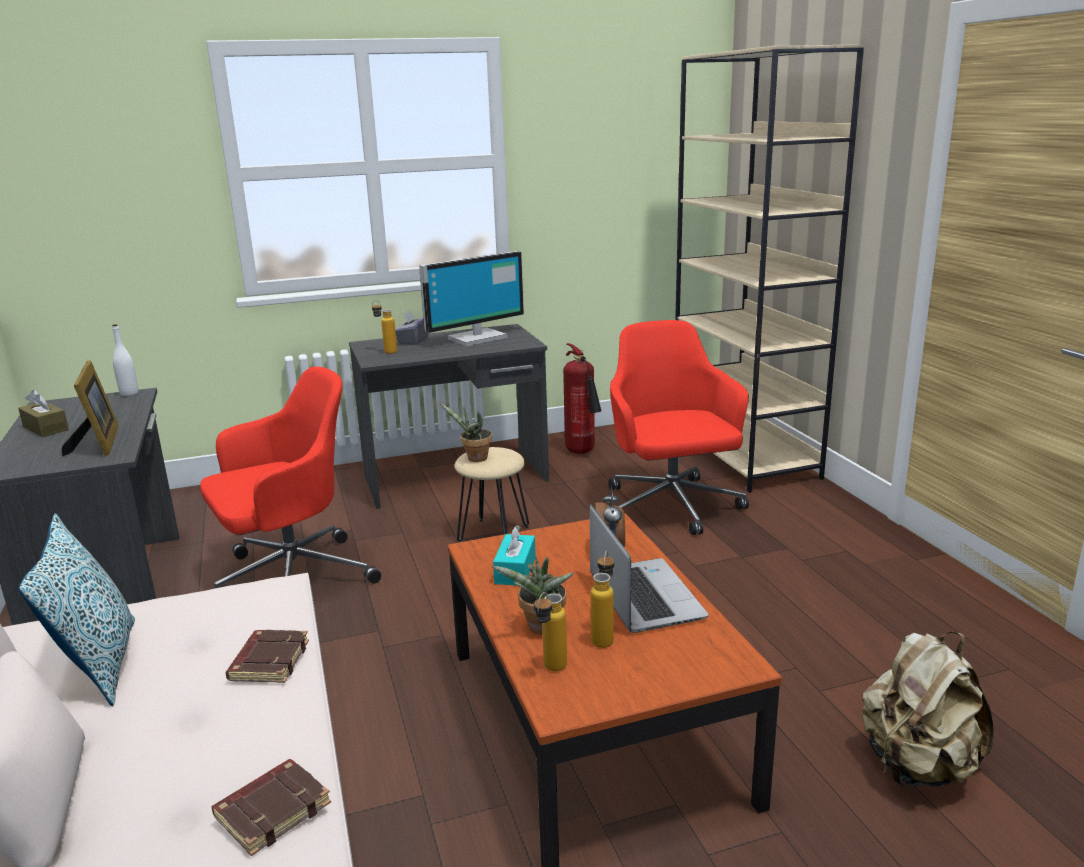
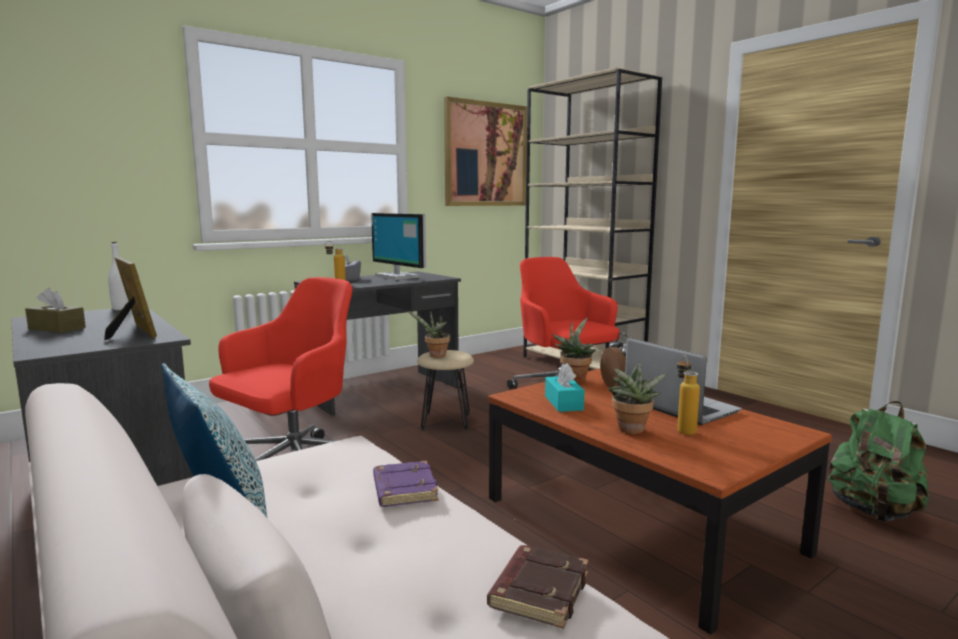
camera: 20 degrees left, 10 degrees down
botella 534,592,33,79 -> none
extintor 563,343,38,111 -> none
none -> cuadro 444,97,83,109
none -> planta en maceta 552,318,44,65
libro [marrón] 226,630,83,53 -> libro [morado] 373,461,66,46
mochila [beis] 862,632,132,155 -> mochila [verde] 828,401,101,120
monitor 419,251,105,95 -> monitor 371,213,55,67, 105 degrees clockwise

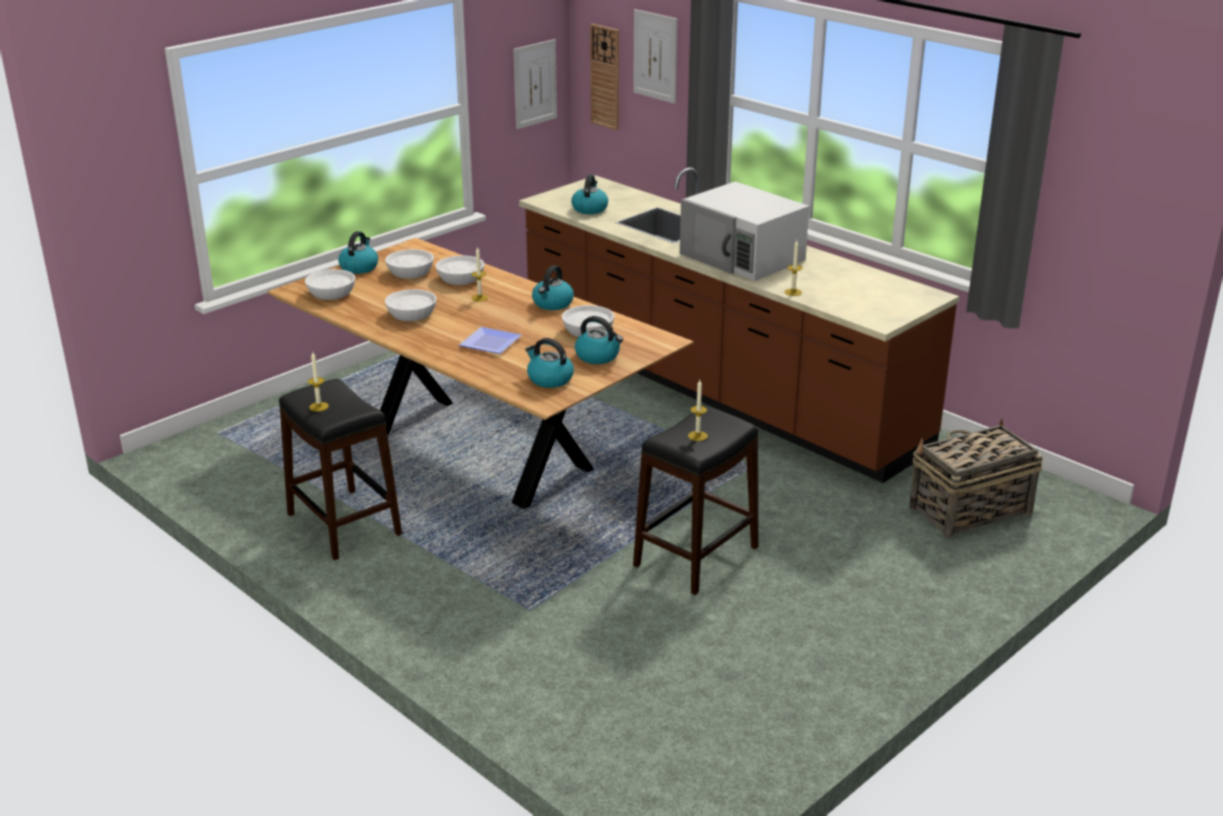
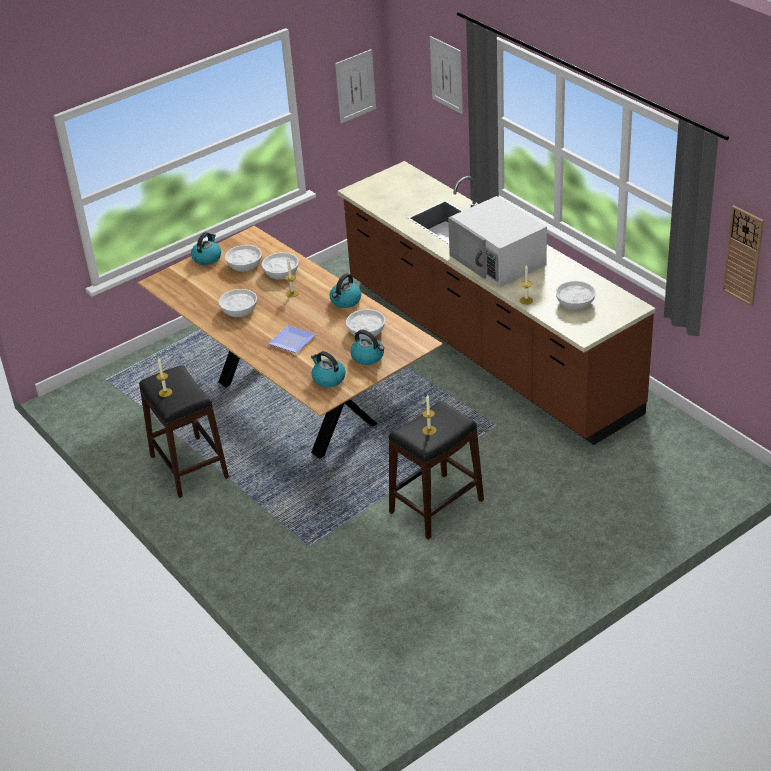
camera: 10 degrees right, 10 degrees up
hervidor 571,174,37,40 -> none
cesta 909,419,134,119 -> none
cuenco [blanco] 305,269,50,31 -> cuenco [blanco] 556,281,40,29, shifted
reloj de pared 590,24,29,106 -> reloj de pared 723,205,41,102, shifted

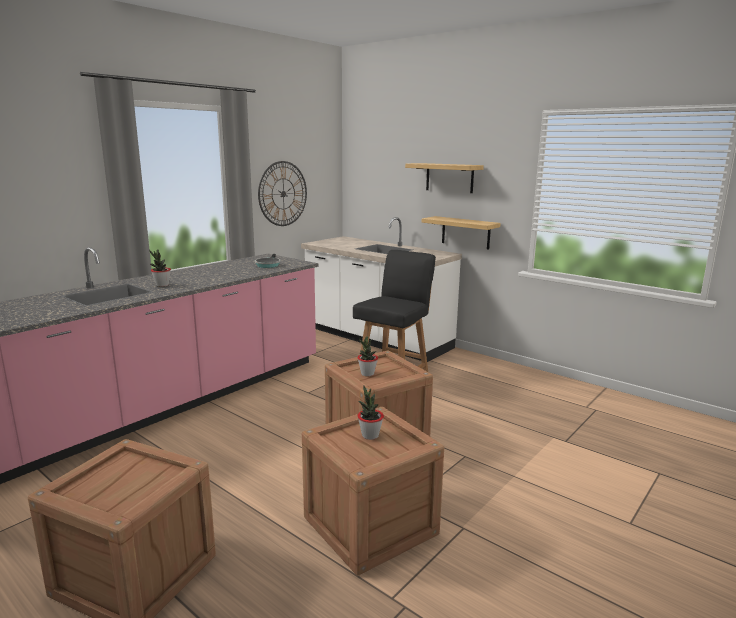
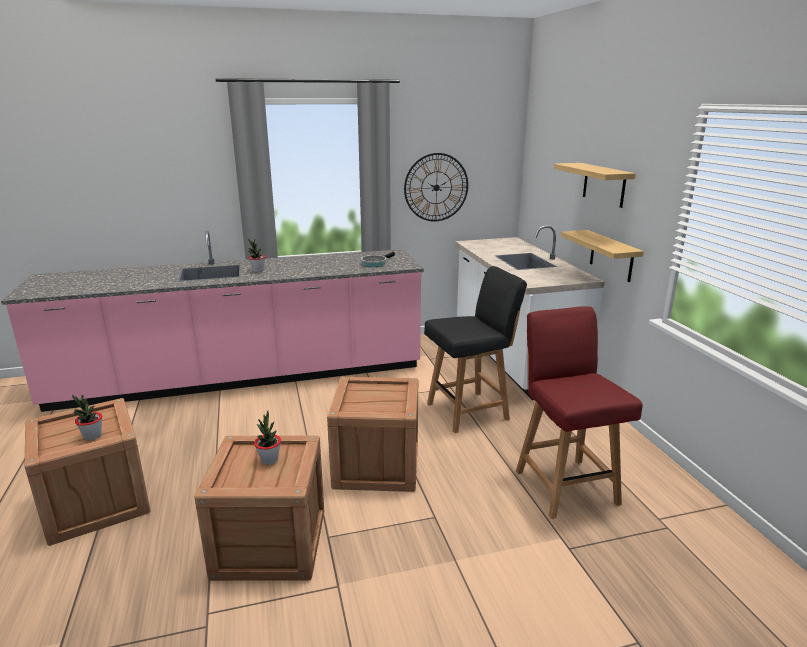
camera: 35 degrees right, 5 degrees up
none -> silla [rojo] 516,306,127,213
planta en maceta 358,336,20,40 -> planta en maceta 72,394,30,46, shifted

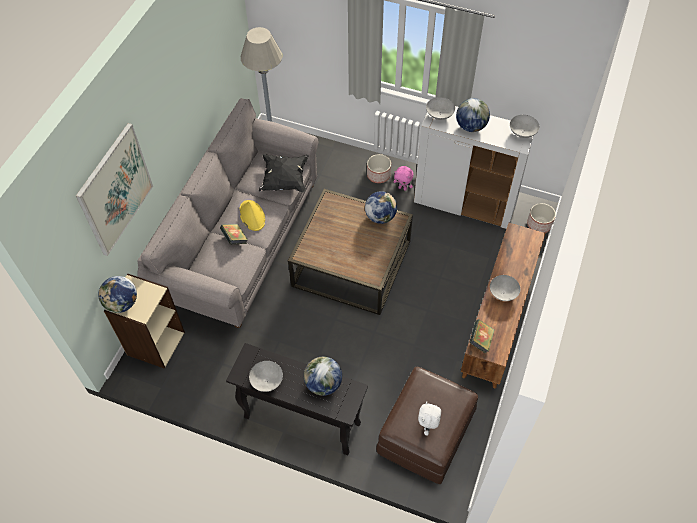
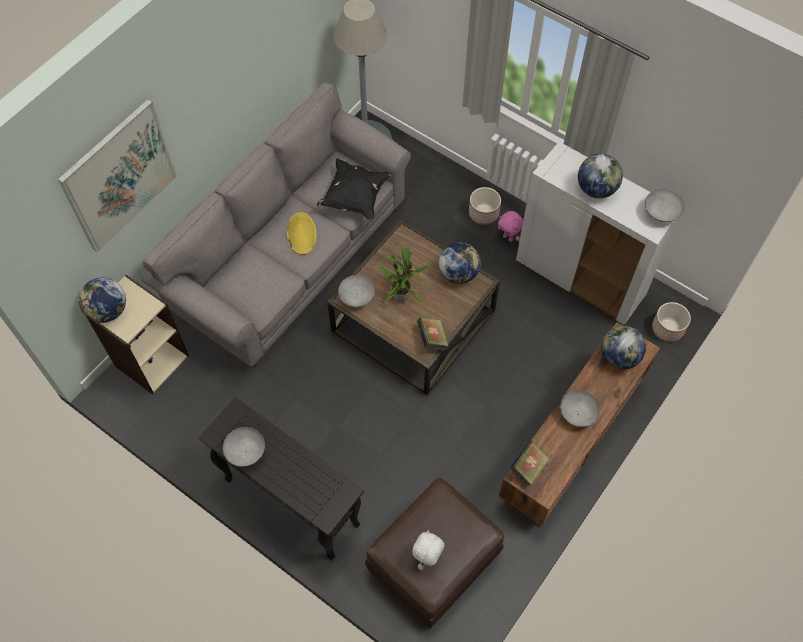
camera: 15 degrees right, 5 degrees up
none -> planta en maceta 379,246,50,57
libro 220,224,28,20 -> libro 417,317,32,33, shifted
globo terráqueo 304,357,38,39 -> globo terráqueo 601,326,45,43, shifted
cuenco [gris] 426,97,29,23 -> cuenco [gris] 338,275,37,32, shifted

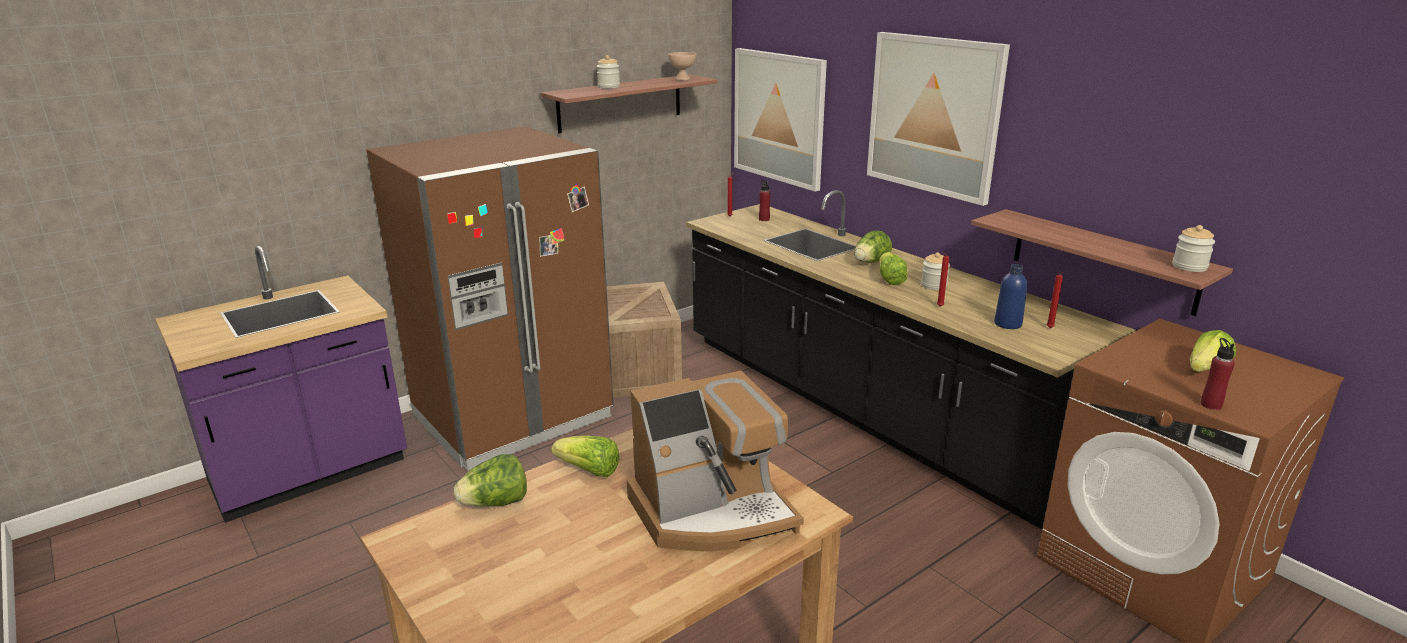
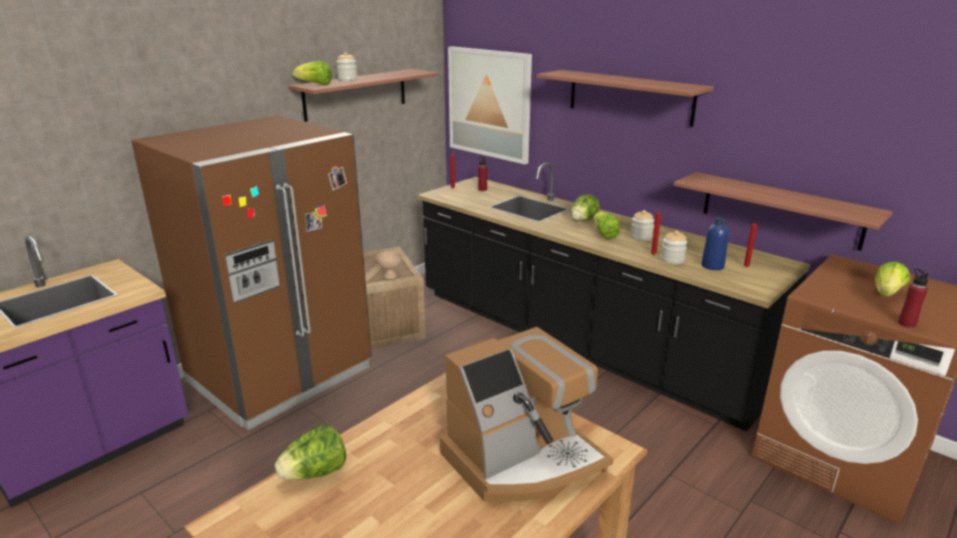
camera: 10 degrees left, 0 degrees up
lechuga 551,436,69,41 -> lechuga 293,61,39,24, shifted
cuenco [beis] 668,52,29,29 -> cuenco [beis] 376,251,26,28, shifted
tarro 1173,225,42,47 -> tarro 661,231,26,33, shifted
cuadro 867,32,143,174 -> estante 537,70,177,57

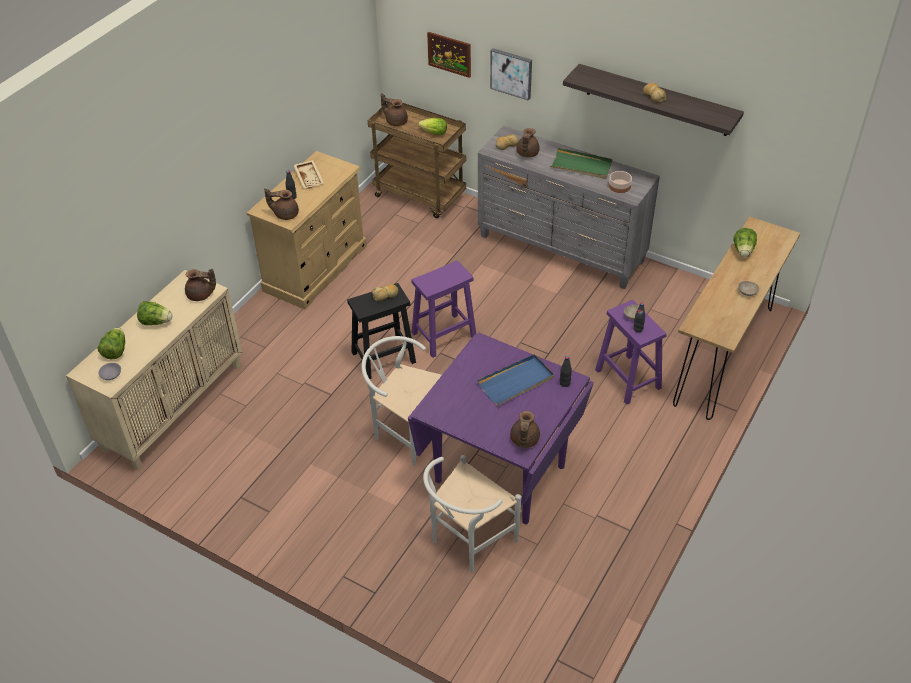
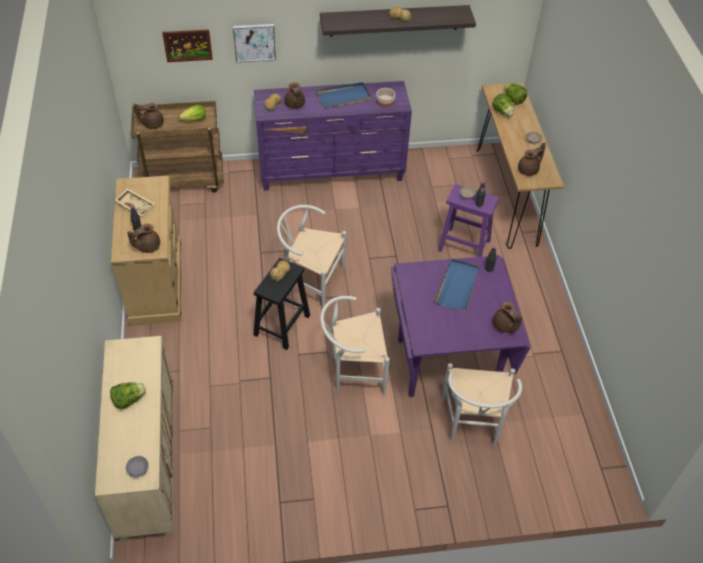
camera: 40 degrees left, 5 degrees up
lechuga 98,328,27,32 -> lechuga 505,83,22,21, shifted
tetera [marrón] 185,269,31,32 -> tetera [marrón] 518,142,28,34, shifted
taburete [morado] 411,260,65,98 -> silla [blanco] 277,205,69,104
cómoda [gris] 478,126,182,163 -> cómoda [morado] 254,81,158,110
bandeja [verde] 550,148,63,31 -> bandeja [azul] 316,82,55,26

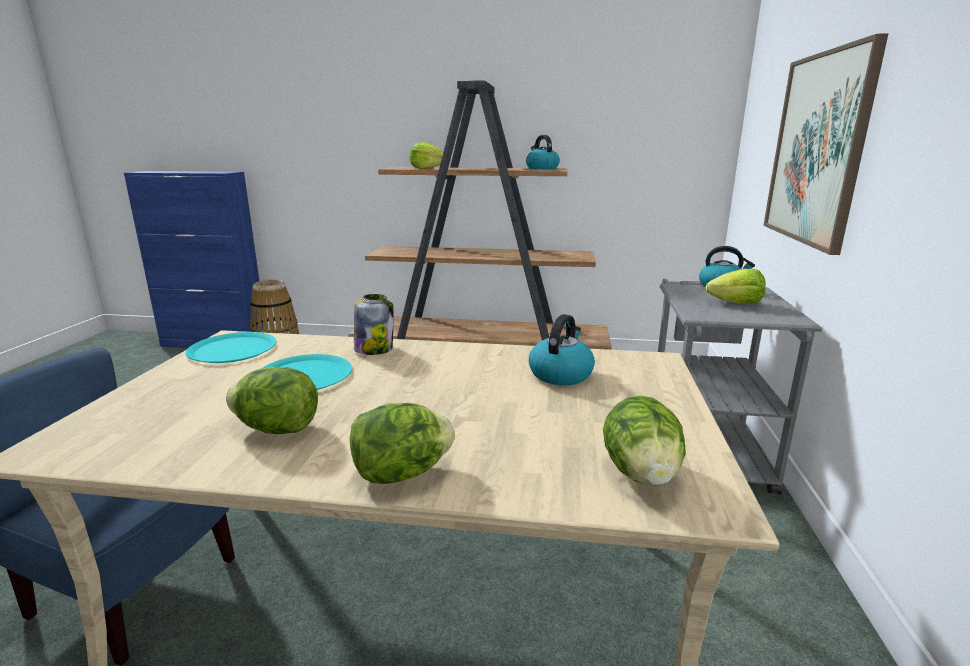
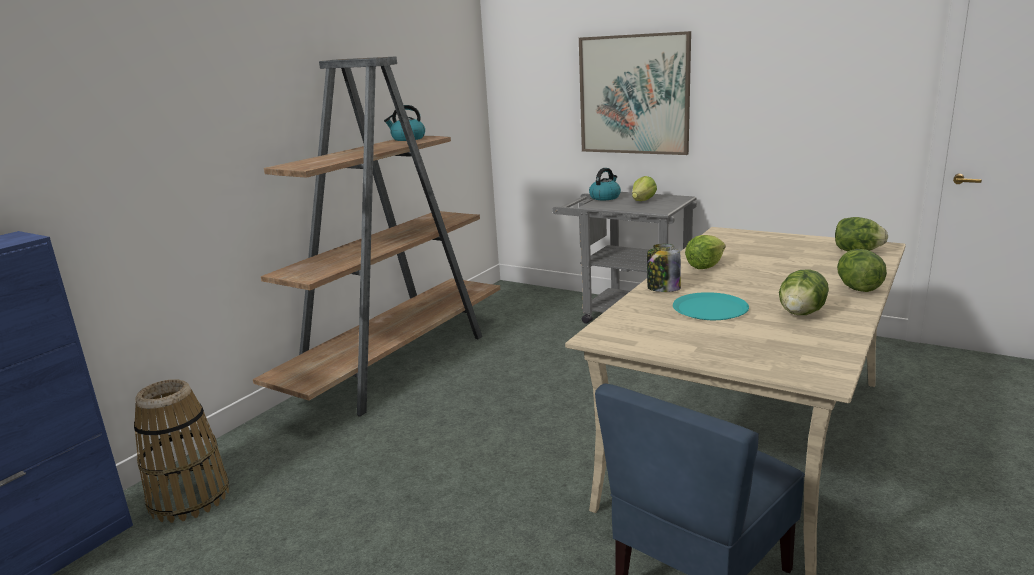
camera: 65 degrees left, 0 degrees up
plato [turquesa] 186,332,91,31 -> none
hervidor 529,314,66,71 -> none
lechuga 410,142,33,27 -> lechuga 685,235,40,34, shifted

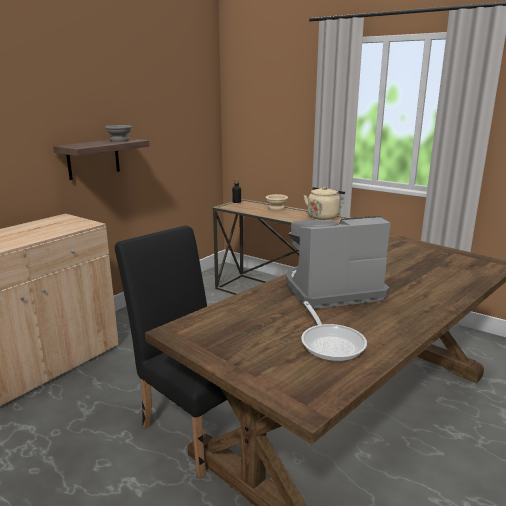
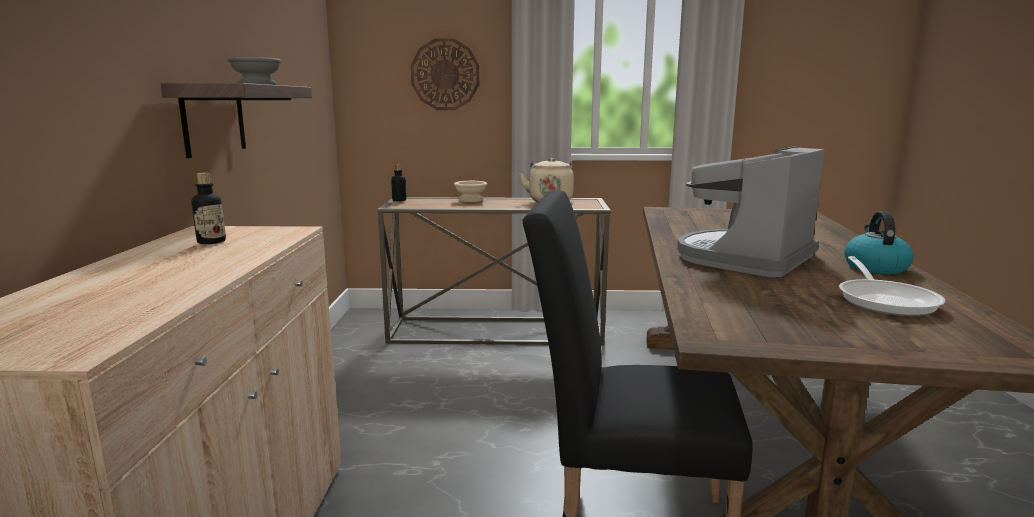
camera: 35 degrees left, 5 degrees down
none -> botella 191,173,35,71
none -> reloj de pared 411,38,69,72
none -> hervidor 844,211,70,63
sartén 301,301,66,60 -> sartén 839,256,106,60, 60 degrees clockwise

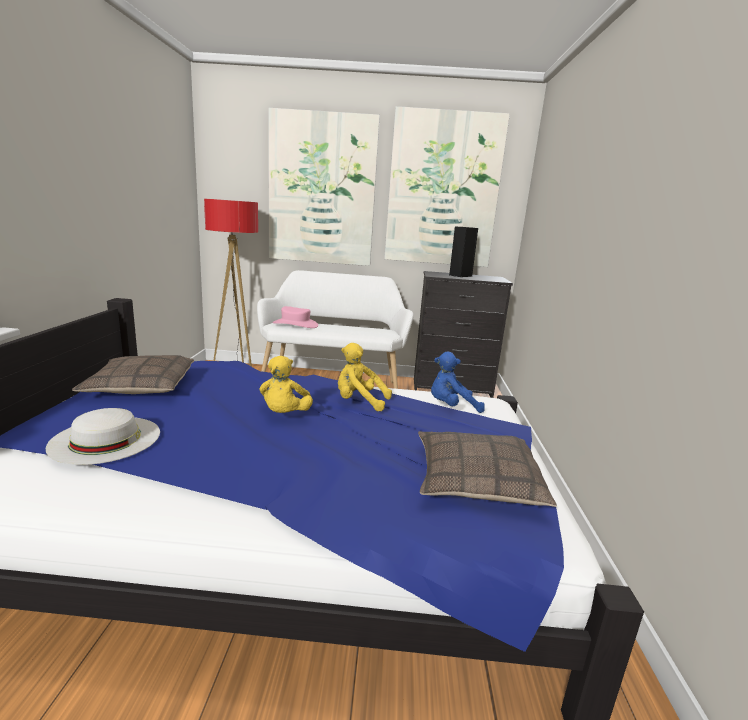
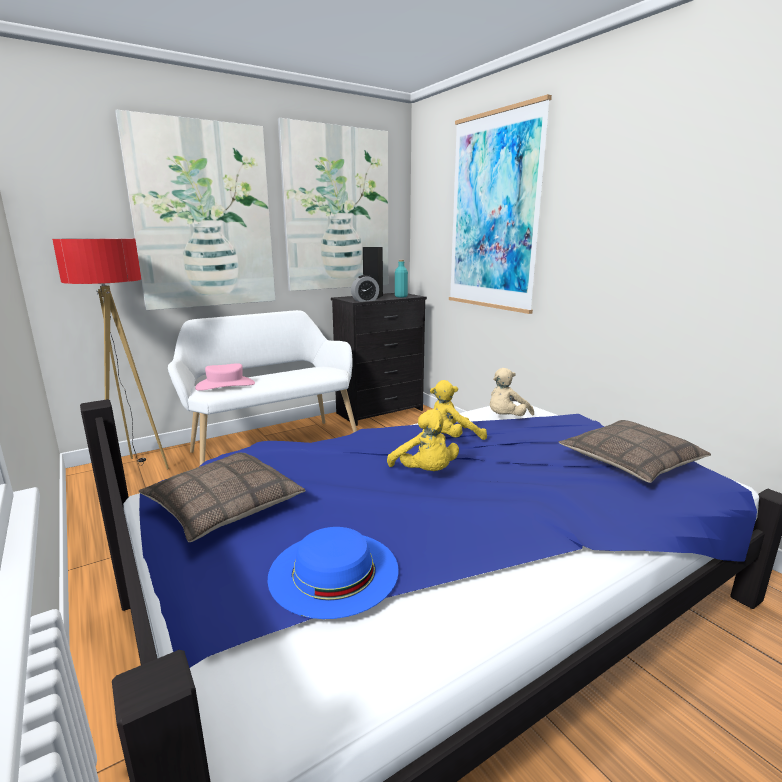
camera: 35 degrees left, 0 degrees up
none -> despertador 351,275,28,27
none -> botella [turquesa] 395,260,13,37
none -> cuadro 449,94,103,220
sombrero [blanco] 45,408,115,57 -> sombrero [azul] 268,527,131,92
peluche [azul] 431,352,54,61 -> peluche [beis] 490,368,44,48

